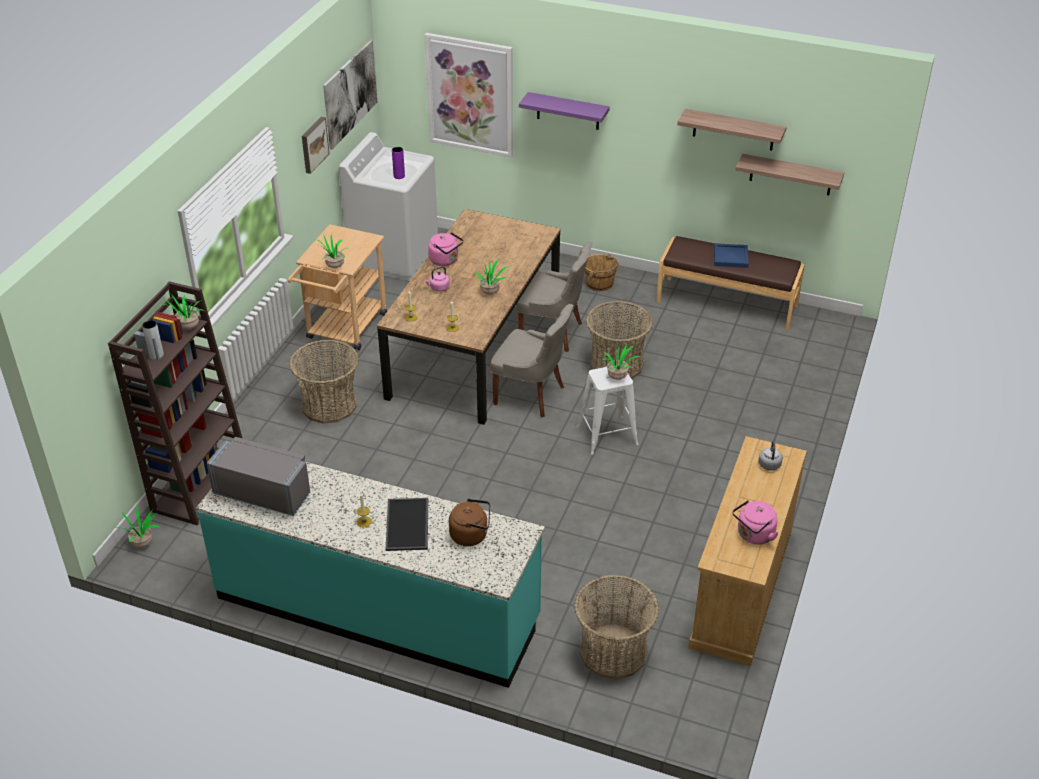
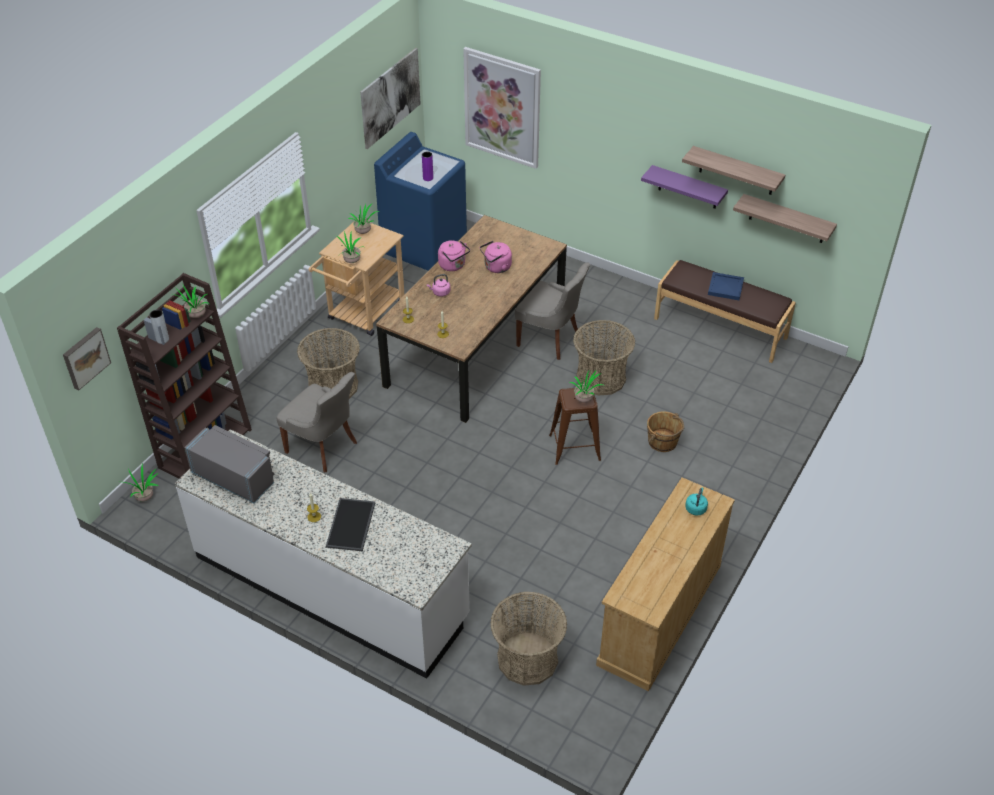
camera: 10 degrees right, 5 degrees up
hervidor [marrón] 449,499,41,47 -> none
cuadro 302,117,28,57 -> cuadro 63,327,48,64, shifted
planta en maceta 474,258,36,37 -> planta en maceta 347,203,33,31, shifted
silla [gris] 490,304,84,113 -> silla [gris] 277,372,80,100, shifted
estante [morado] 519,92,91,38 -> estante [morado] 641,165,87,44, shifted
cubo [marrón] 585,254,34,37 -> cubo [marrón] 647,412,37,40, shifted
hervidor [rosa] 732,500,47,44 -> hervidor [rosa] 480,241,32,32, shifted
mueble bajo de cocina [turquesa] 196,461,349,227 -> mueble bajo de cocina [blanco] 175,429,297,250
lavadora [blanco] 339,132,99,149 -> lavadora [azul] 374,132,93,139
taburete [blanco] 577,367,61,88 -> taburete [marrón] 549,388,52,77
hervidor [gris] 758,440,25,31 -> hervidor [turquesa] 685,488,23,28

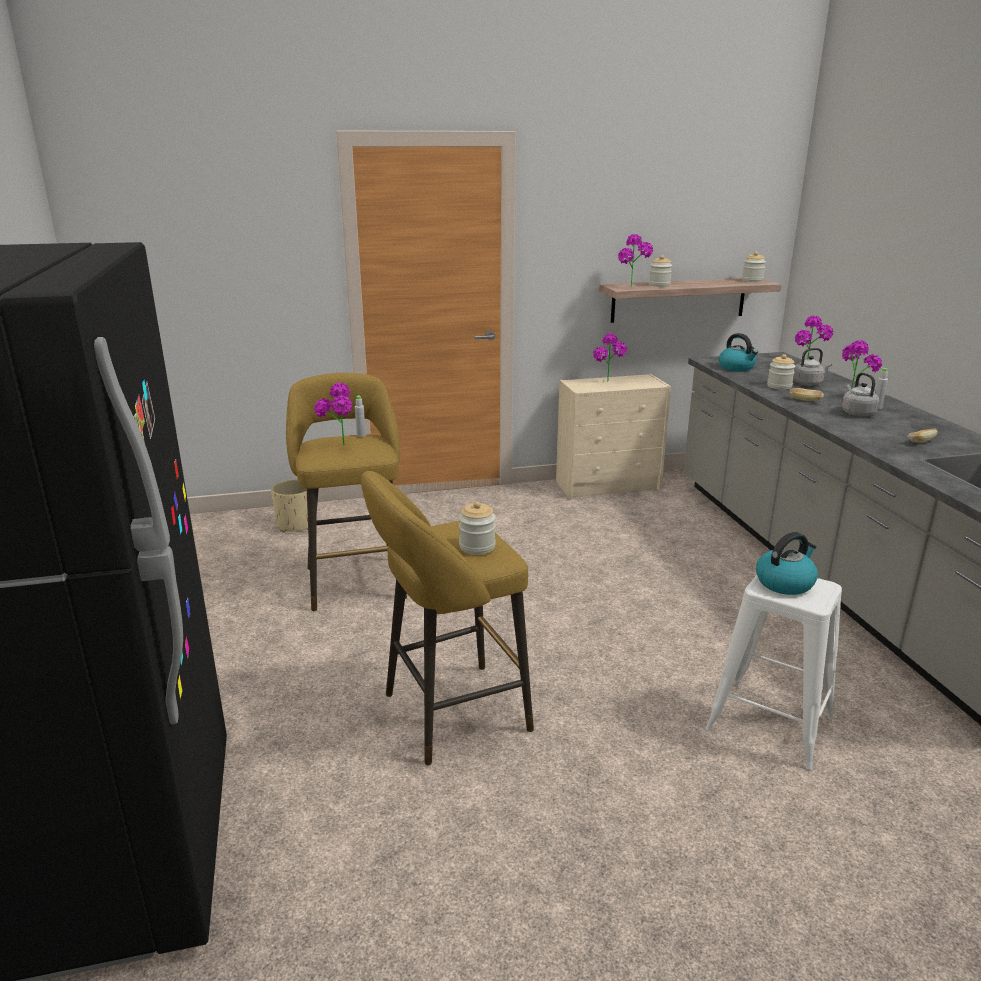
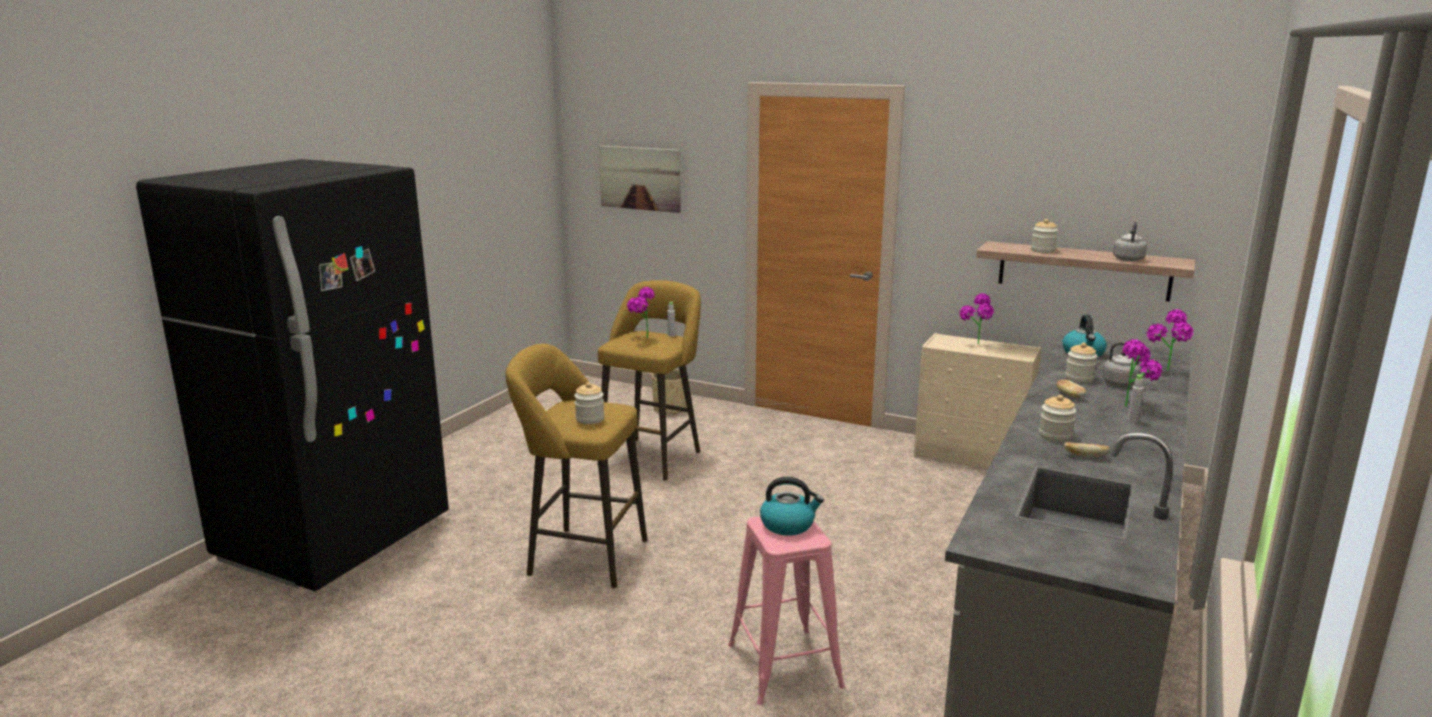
camera: 40 degrees right, 5 degrees down
planta en maceta 618,234,35,53 -> none
none -> cuadro 599,146,82,67
tarro 742,252,24,30 -> tarro 1039,395,37,47, shifted
hervidor [gris] 842,373,37,43 -> hervidor [gris] 1113,222,34,39, shifted
taburete [blanco] 705,574,137,196 -> taburete [rosa] 728,516,117,189

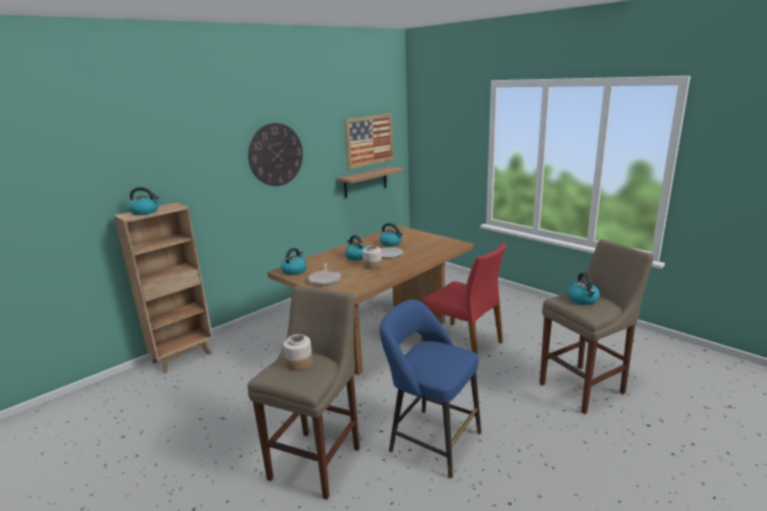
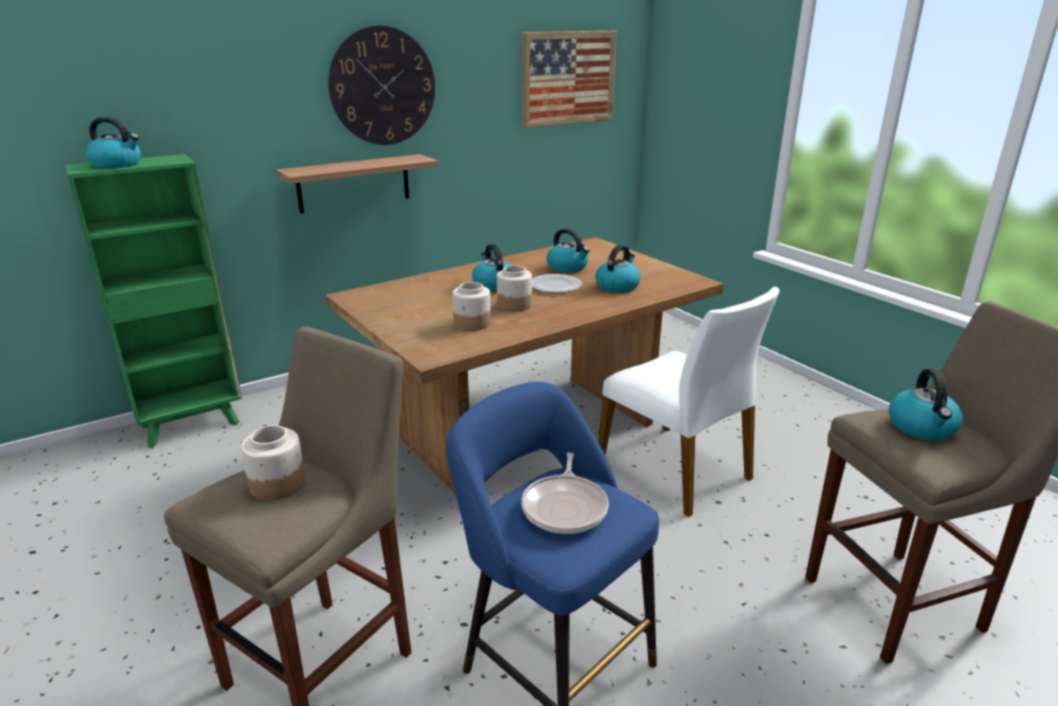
camera: 10 degrees right, 5 degrees up
none -> tarro 452,282,39,49
hervidor 281,248,26,27 -> hervidor 595,245,46,48, shifted
sartén 309,263,32,23 -> sartén 521,452,88,82, shifted
estante 338,166,66,32 -> estante 276,154,162,60, shifted
estantería [marrón] 113,202,100,171 -> estantería [verde] 64,154,178,294
silla [rojo] 421,243,85,112 -> silla [blanco] 598,287,181,230

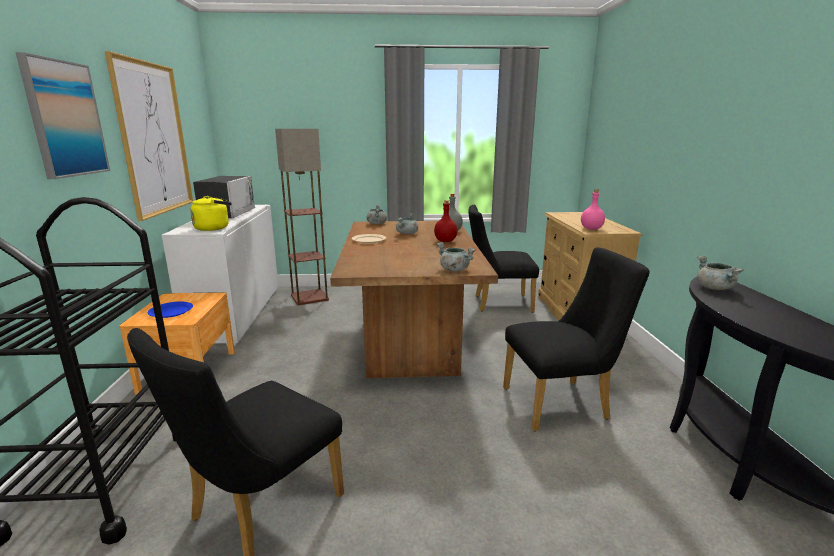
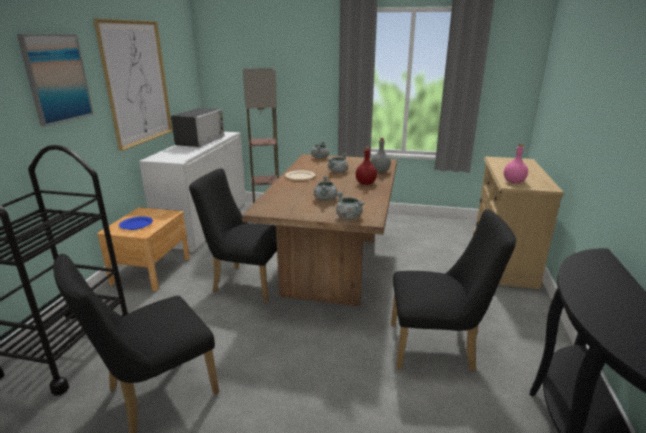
camera: 15 degrees right, 5 degrees up
hervidor [amarillo] 190,196,41,35 -> none
silla [negro] 468,205,71,108 -> silla [negro] 189,168,88,135, shifted
olla [gris] 697,256,46,34 -> olla [gris] 314,176,24,25, shifted

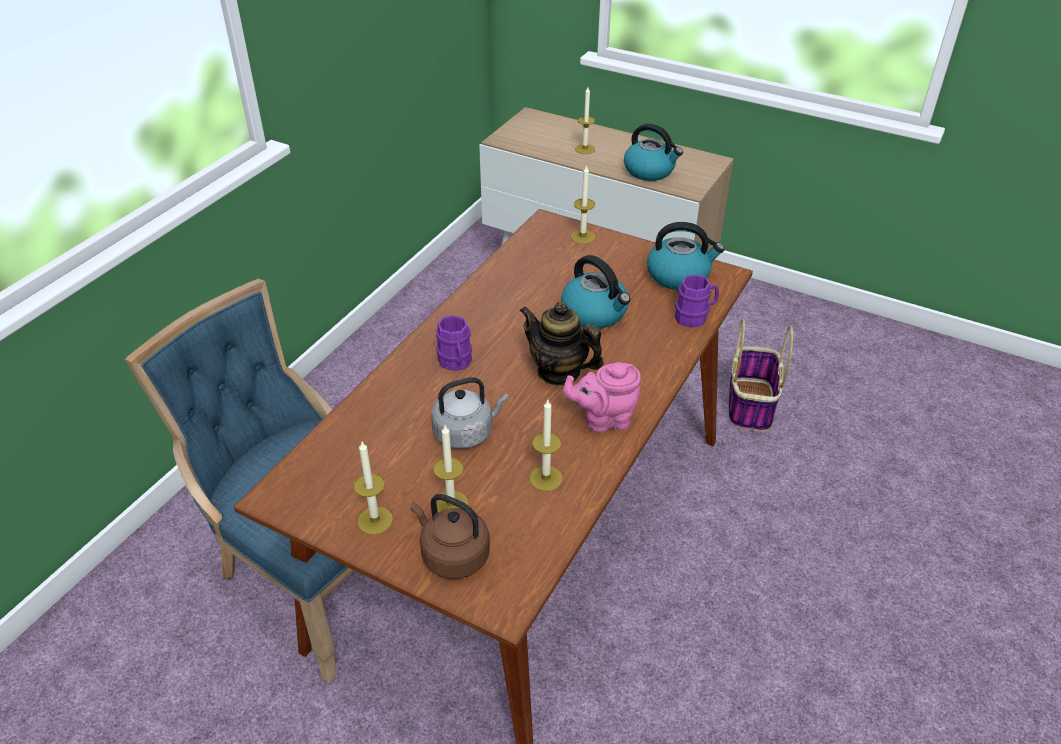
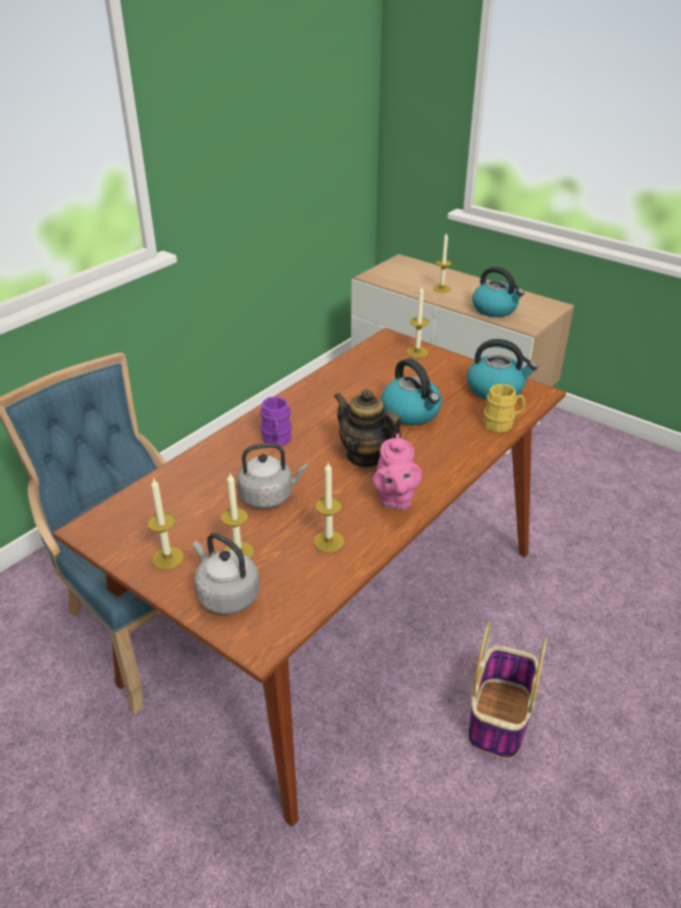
camera: 10 degrees right, 5 degrees down
cesta 729,319,64,113 -> cesta 468,621,79,139, shifted
hervidor [marrón] 410,494,80,85 -> hervidor [gris] 193,533,66,81
taza grande [morado] 675,275,44,53 -> taza grande [amarillo] 483,384,42,48
tetera [rosa] 563,362,78,71 -> tetera [rosa] 373,434,49,76, 90 degrees counterclockwise

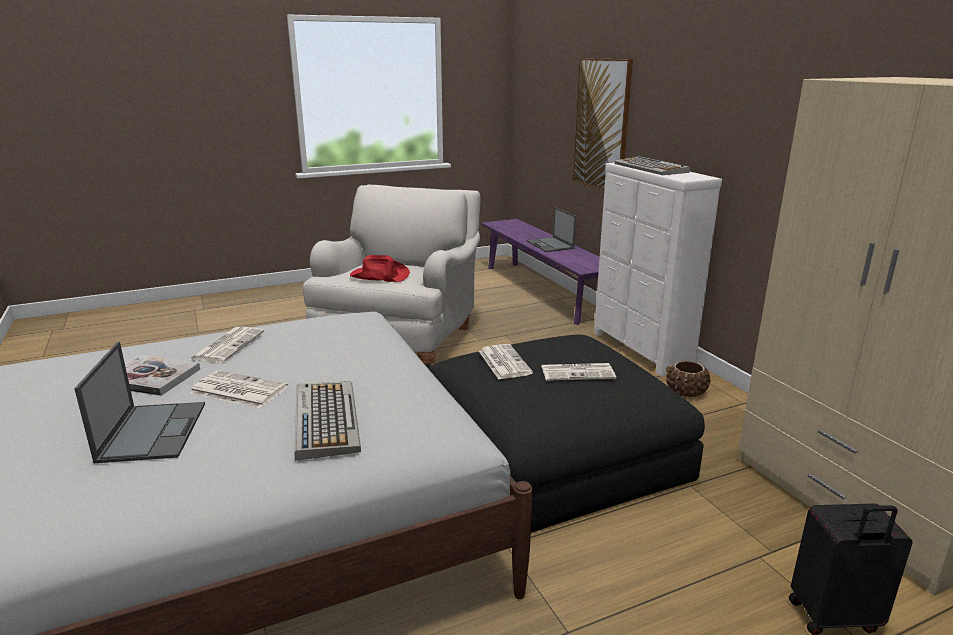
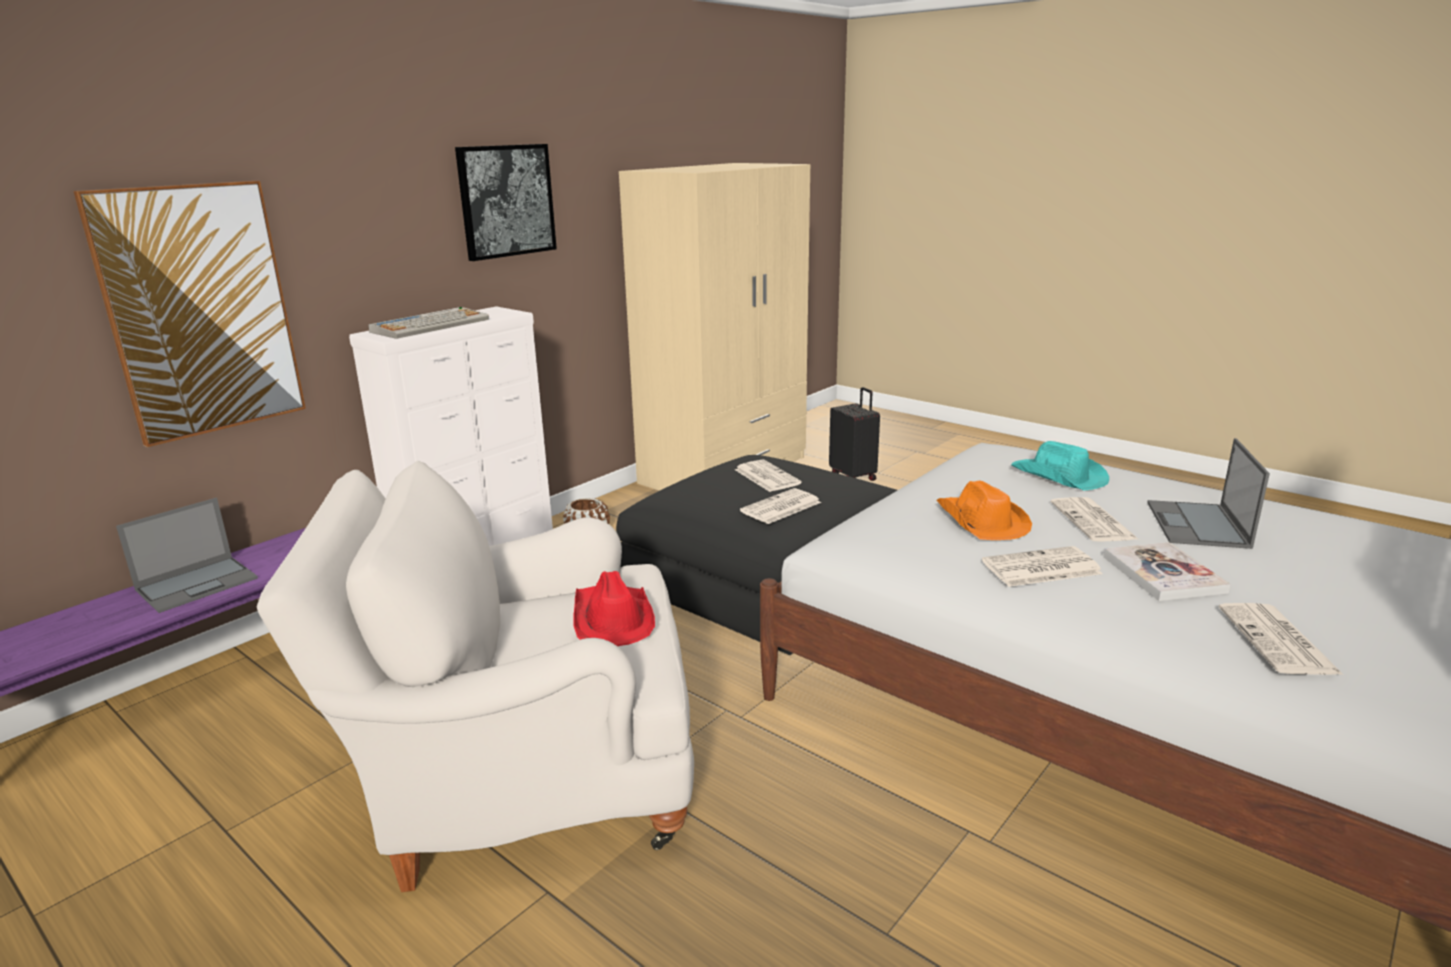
camera: 115 degrees left, 0 degrees up
none -> cuadro 455,144,102,117
none -> sombrero [naranja] 937,480,95,60
none -> periódico 1219,603,125,72
teclado 294,381,67,80 -> sombrero [turquesa] 1011,441,98,50
portátil 74,342,131,121 -> portátil 1147,438,123,111, 45 degrees counterclockwise

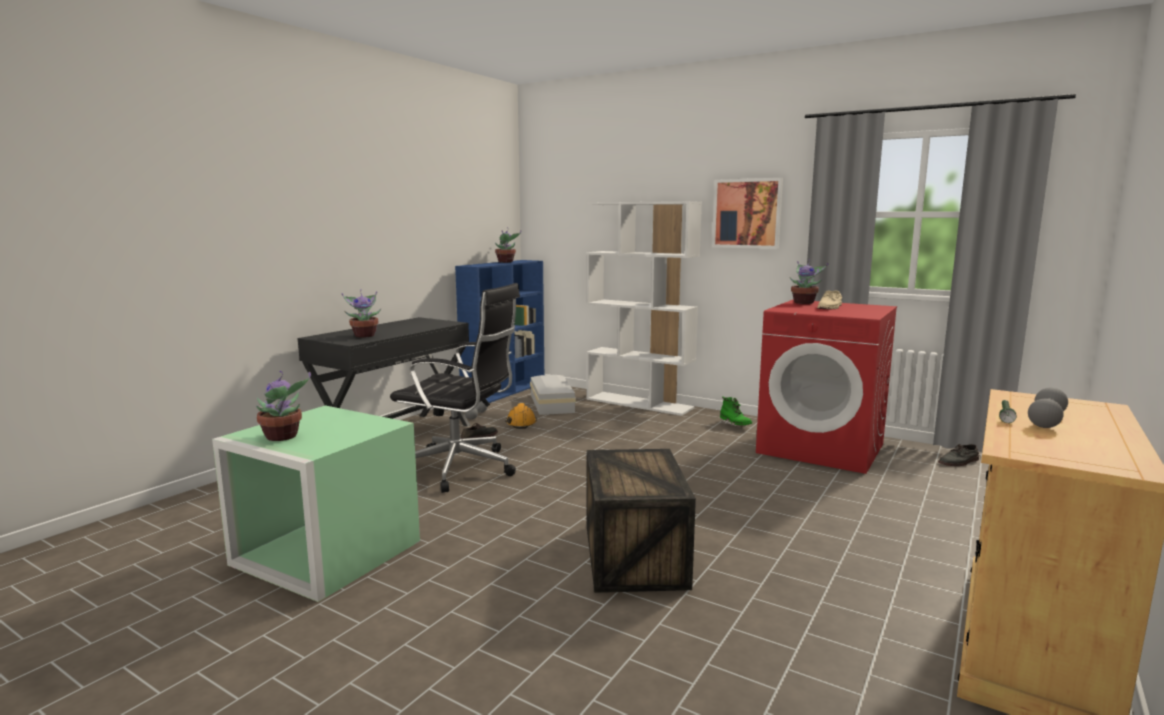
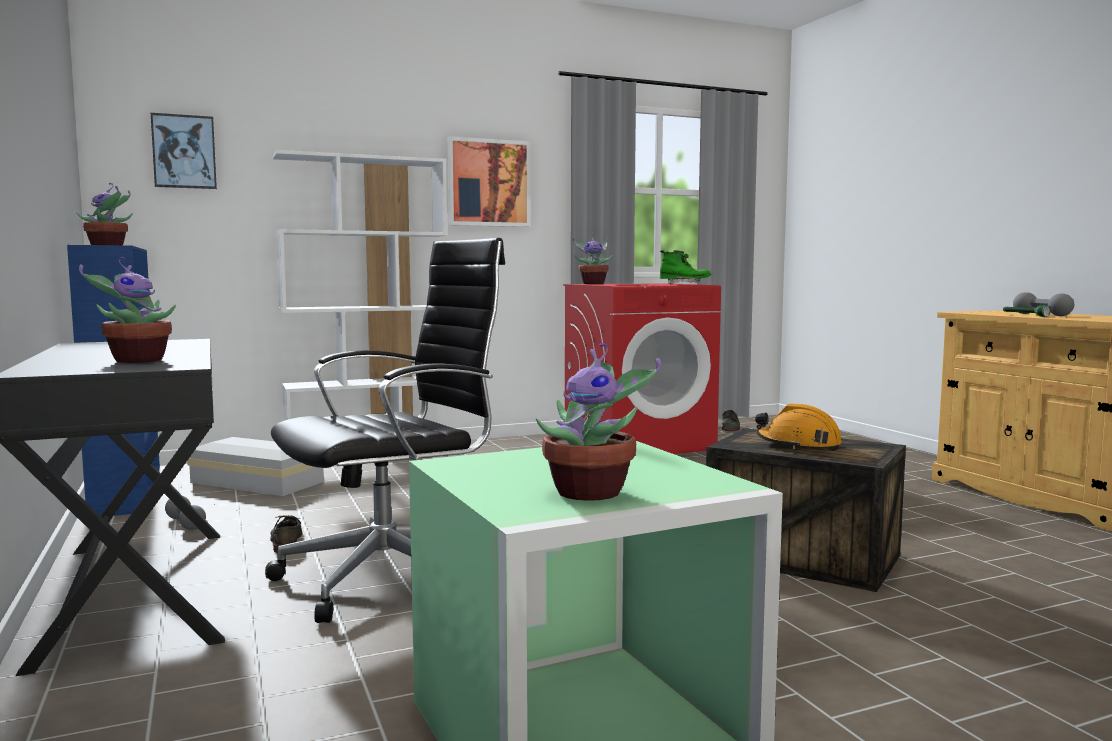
camera: 55 degrees left, 5 degrees down
zapato [beis] 817,291,25,18 -> none
none -> cuadro 151,113,66,76
casco [naranja] 506,403,31,26 -> casco [naranja] 755,403,87,49, shifted
bota [verde] 720,396,32,31 -> bota [verde] 660,250,51,34, shifted

